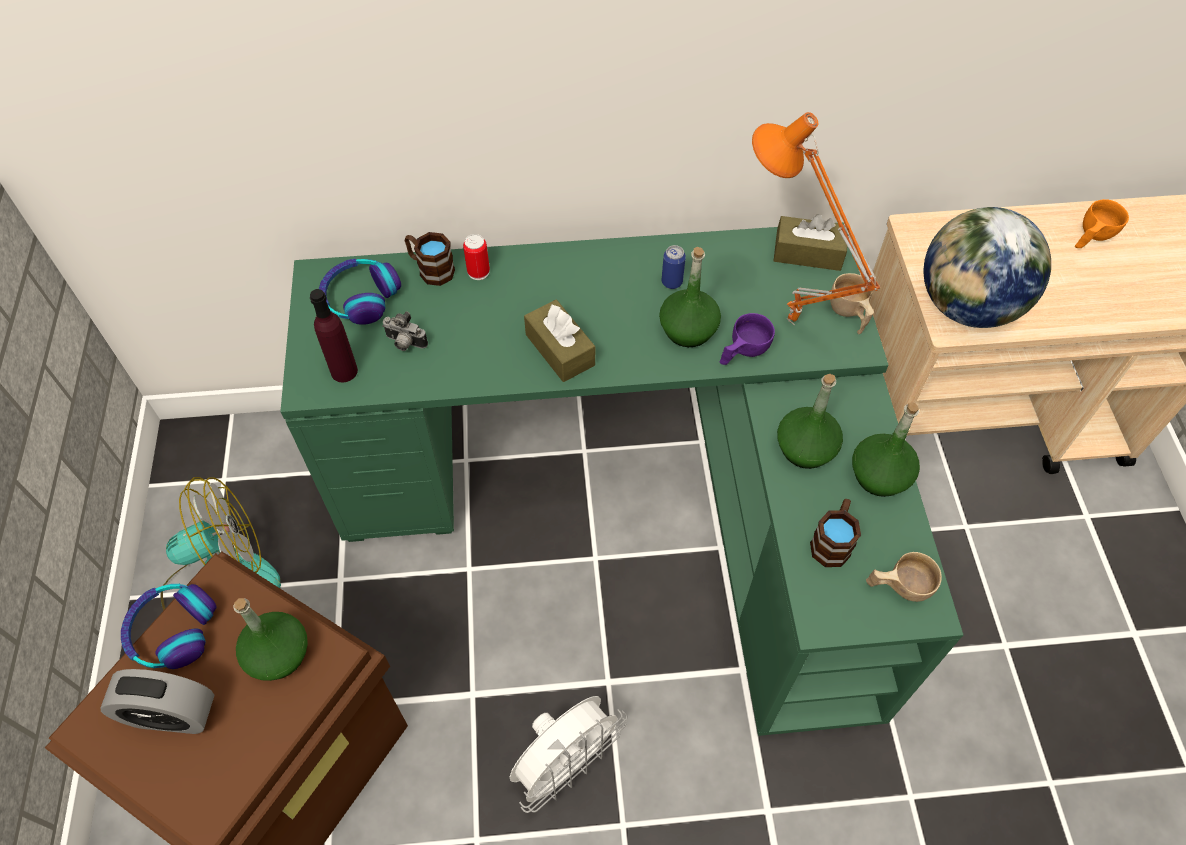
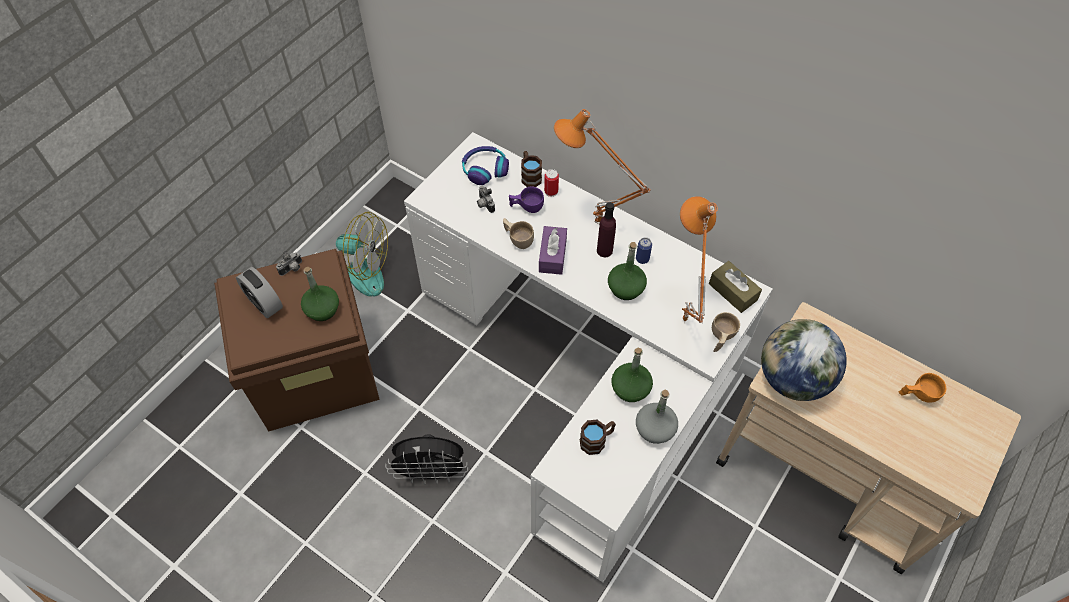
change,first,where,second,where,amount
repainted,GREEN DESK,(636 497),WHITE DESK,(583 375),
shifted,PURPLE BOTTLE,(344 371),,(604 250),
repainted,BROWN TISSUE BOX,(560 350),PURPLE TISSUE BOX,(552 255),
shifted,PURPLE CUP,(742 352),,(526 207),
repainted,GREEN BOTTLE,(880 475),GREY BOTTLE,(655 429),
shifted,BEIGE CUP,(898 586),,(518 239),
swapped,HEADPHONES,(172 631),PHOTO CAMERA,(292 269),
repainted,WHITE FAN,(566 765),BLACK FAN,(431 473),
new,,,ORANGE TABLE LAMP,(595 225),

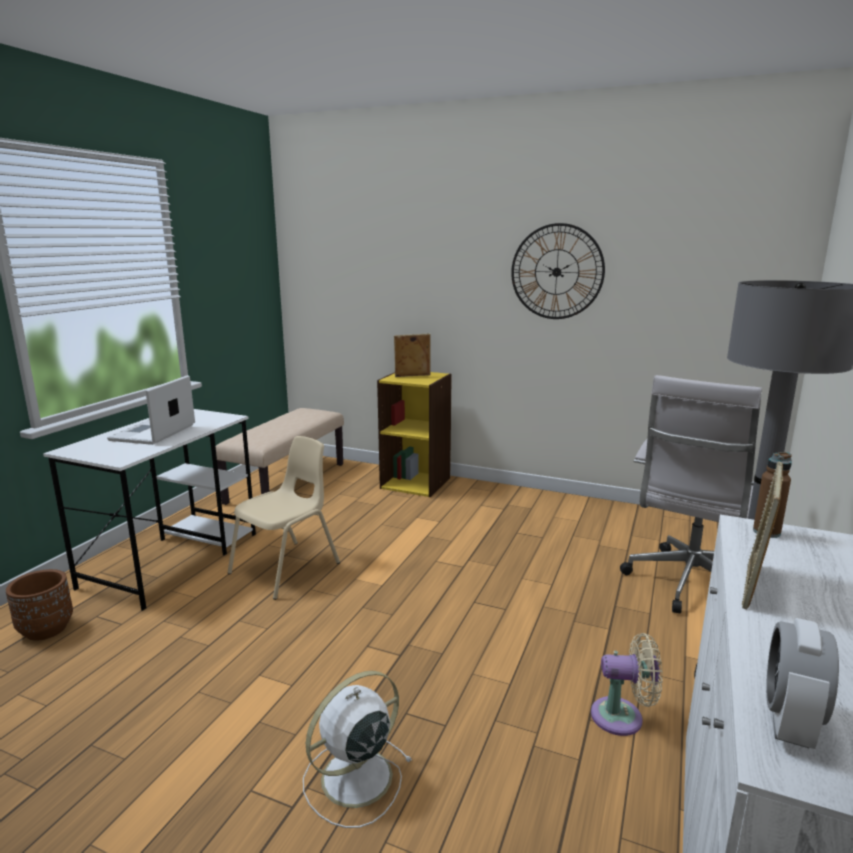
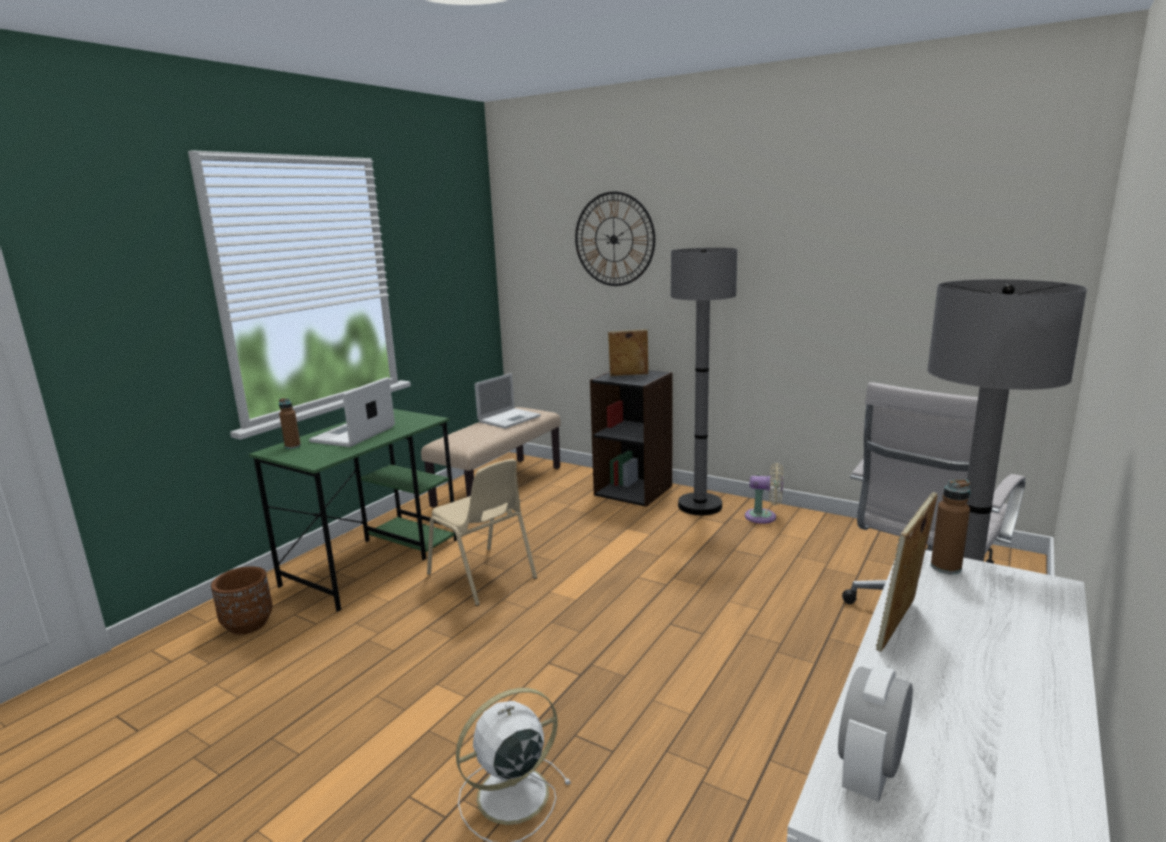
change,first,where,second,where,amount
shifted,WALL CLOCK,(556 272),,(614 239),
repainted,YELLOW BOOKCASE,(416 483),BLACK BOOKCASE,(634 490),
repainted,WHITE DESK,(173 559),GREEN DESK,(374 561),
rotated,BEIGE CHAIR,(287 568),,(483 576),90 degrees clockwise
shifted,BEIGE FAN,(622 717),,(764 517),
new,,,GREY FLOOR LAMP,(700 506),
new,,,LAPTOP,(510 418),
new,,,BROWN BOTTLE,(292 446),

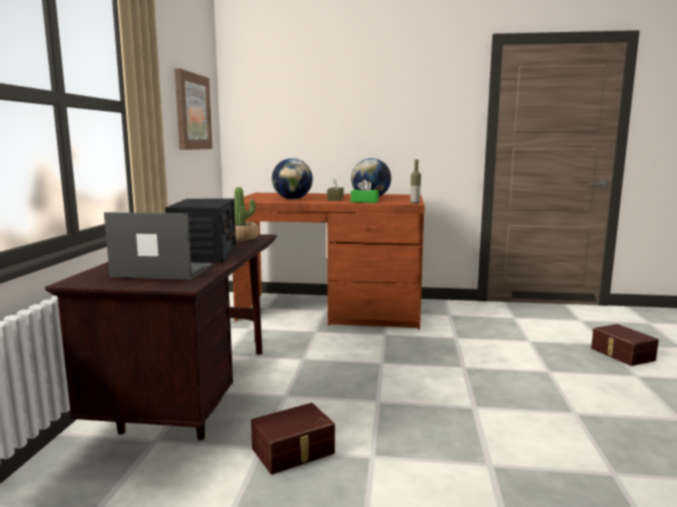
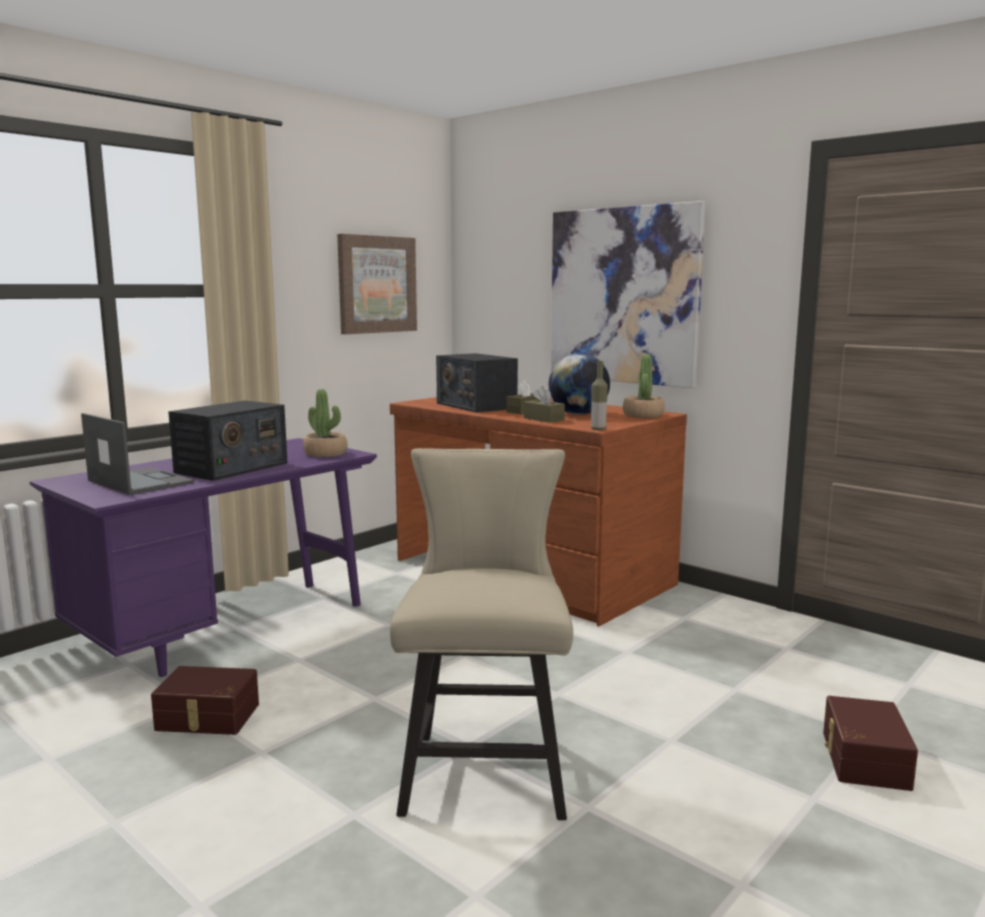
change,first,where,second,where,amount
swapped,GLOBE,(292 199),RADIO,(475 406),
repainted,GREEN TISSUE BOX,(364 201),BROWN TISSUE BOX,(543 419),
repainted,BROWN DESK,(194 394),PURPLE DESK,(227 630),
new,,,PICTURE,(623 296),
new,,,POTTED PLANT,(643 415),
new,,,BEIGE CHAIR,(485 766),

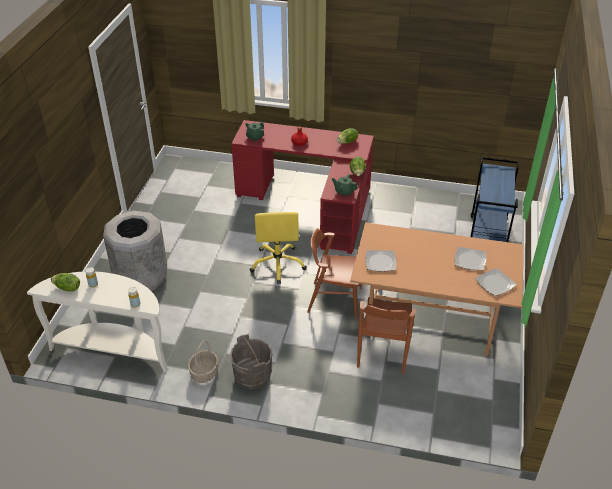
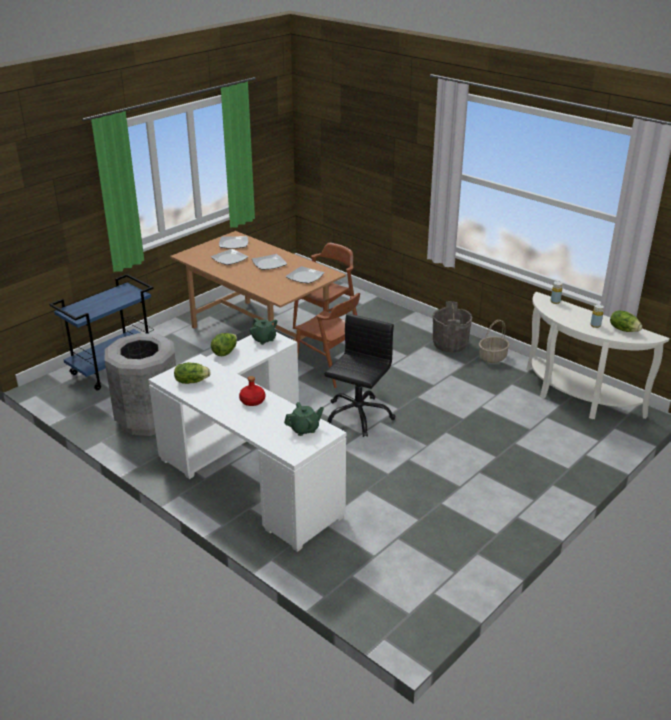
change,first,where,second,where,amount
repainted,RED DESK,(313 203),WHITE DESK,(249 469),
shifted,GREY TRASH CAN,(141 278),,(149 419),
repainted,YELLOW OFFICE CHAIR,(278 264),BLACK OFFICE CHAIR,(358 415),
new,,,PLATE,(269 264),

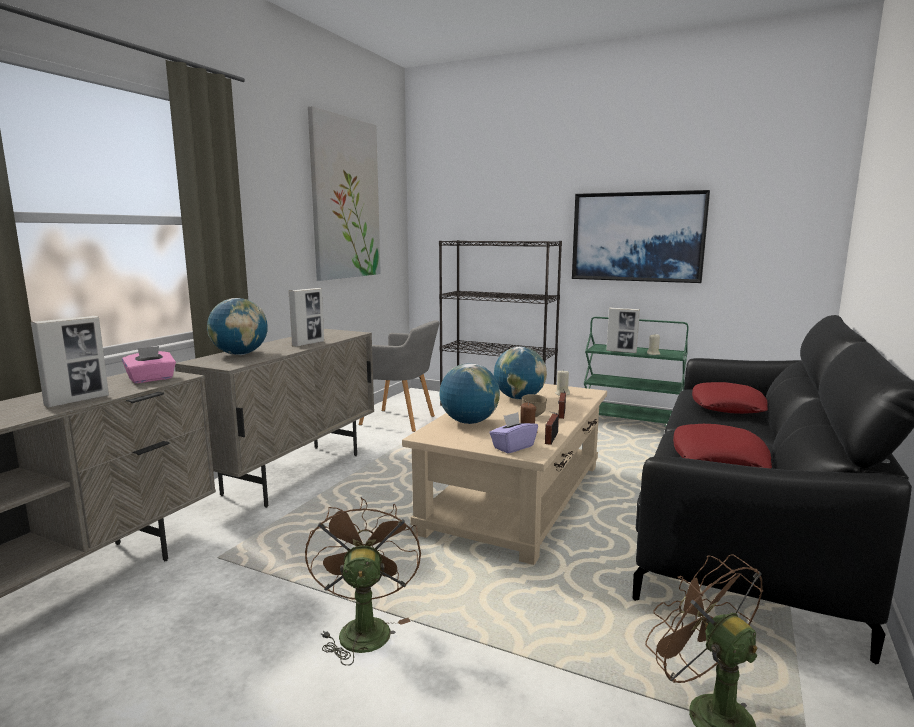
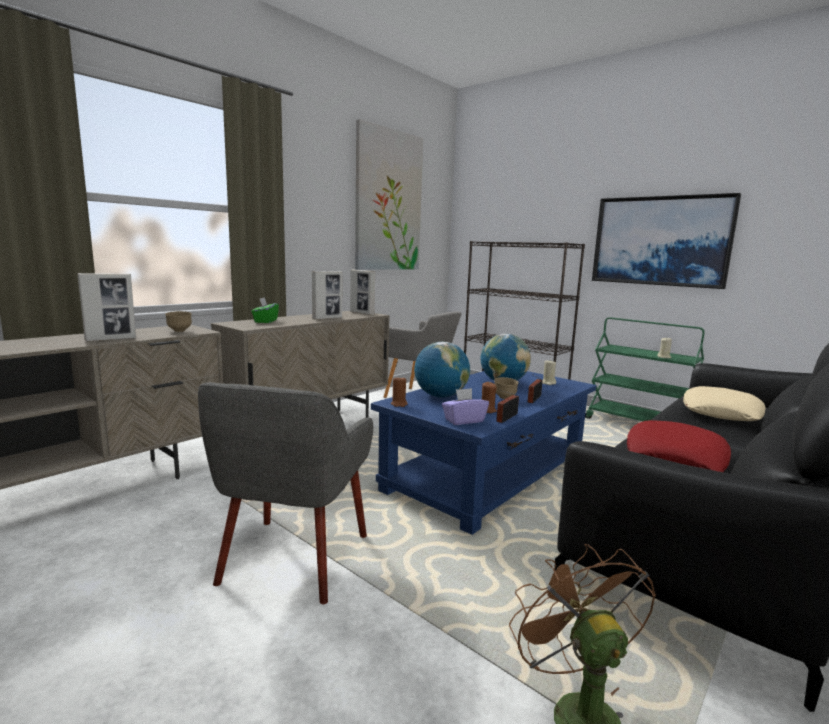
change,first,where,second,where,amount
swapped,GLOBE,(240 354),GREEN TISSUE BOX,(265 321),
shifted,PICTURE FRAME,(621 351),,(362 313),
swapped,PINK TISSUE BOX,(151 379),BROWN BOWL,(179 331),
repainted,RED PILLOW,(727 406),BEIGE PILLOW,(721 412),
repainted,BEIGE COFFEE TABLE,(515 498),BLUE COFFEE TABLE,(487 474),
swapped,BROWN FAN,(363 628),GREY ARMCHAIR,(292 559),
new,,,BROWN CANDLE,(399 404),

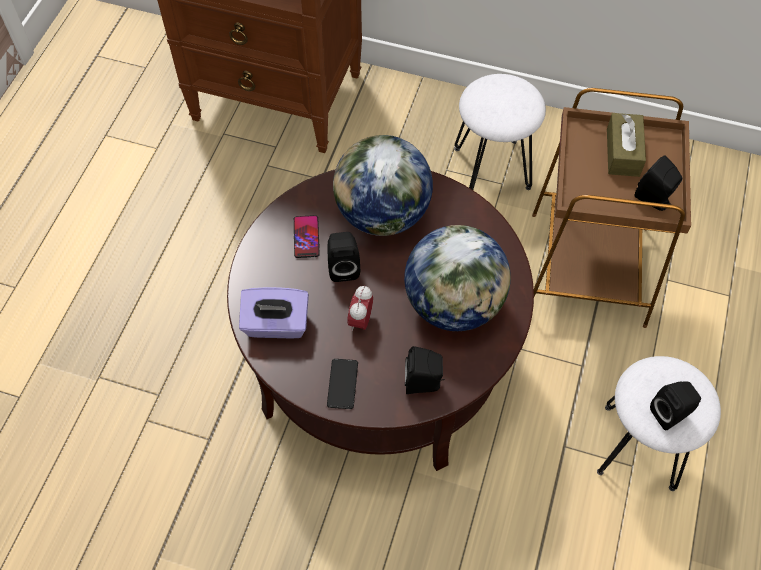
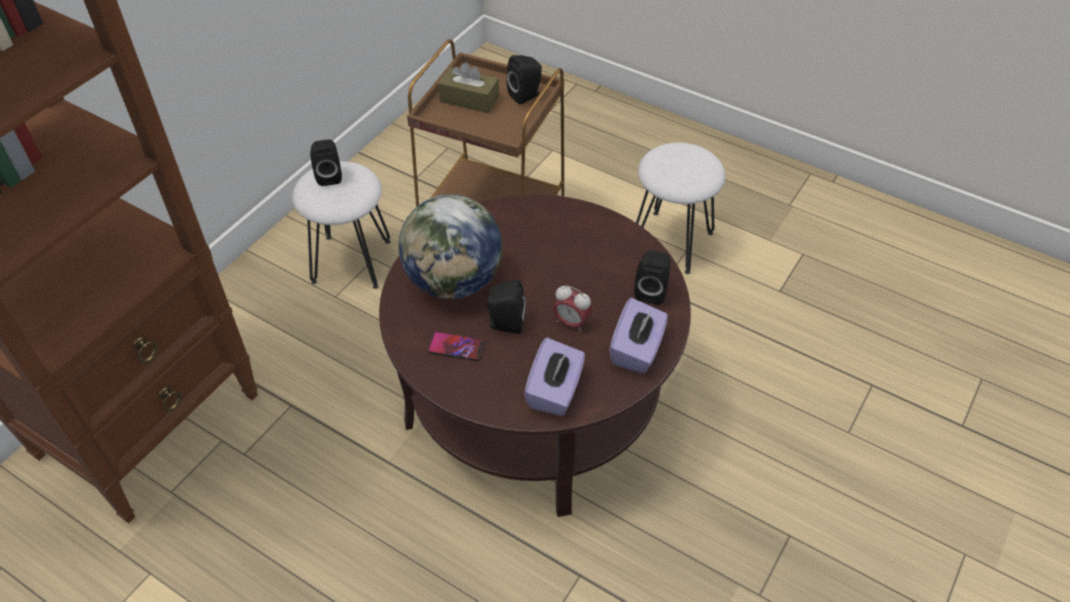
change,first,where,second,where,amount
gone,GLOBE,(454 304),,,
swapped,PHONE,(342 384),PURPLE TISSUE BOX,(637 350),
shifted,BLACK SPEAKER,(671 413),,(329 176),

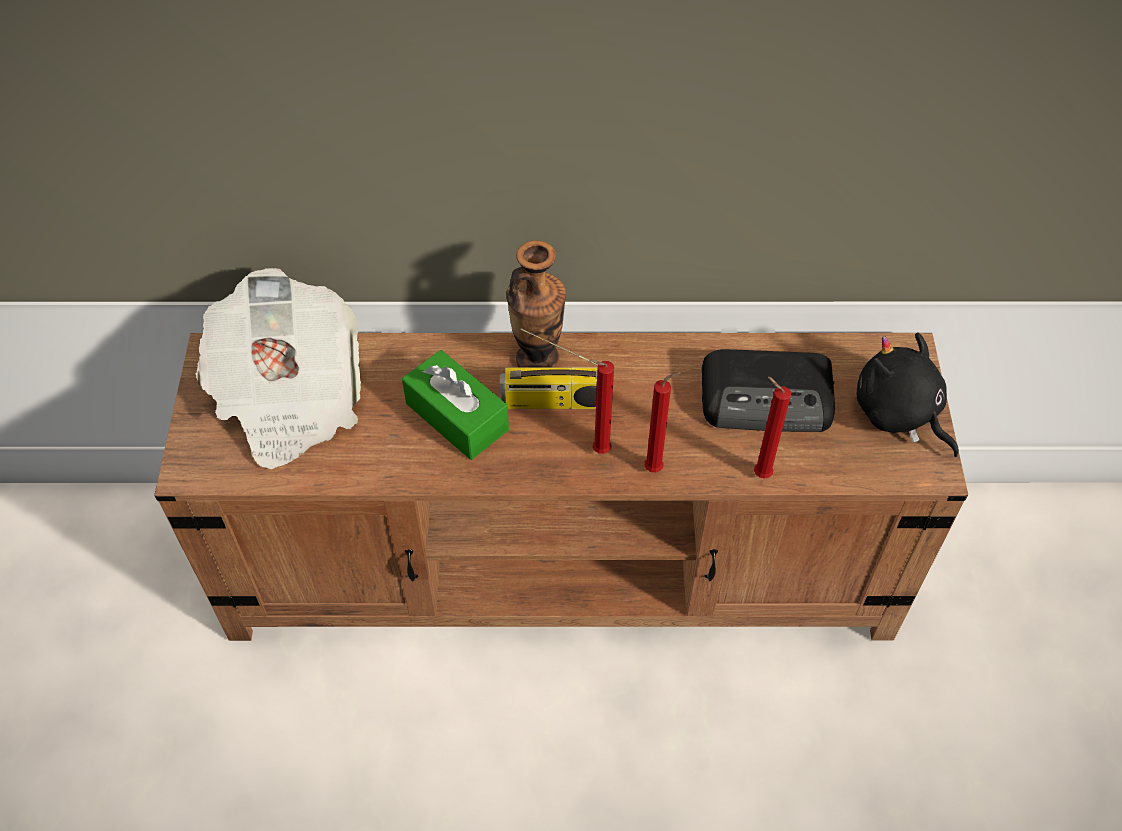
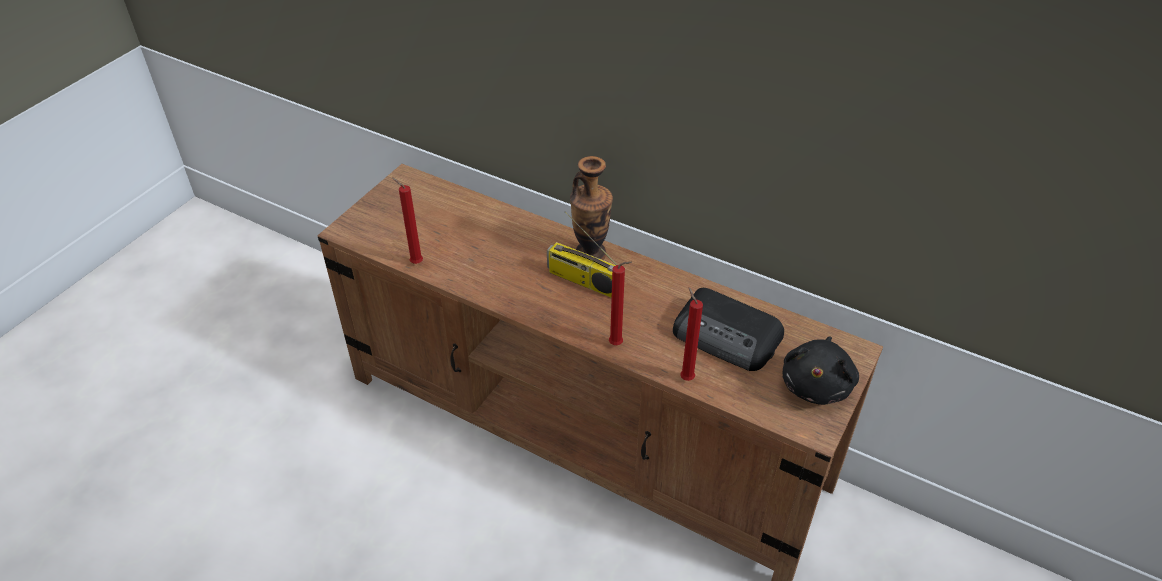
change,first,where,second,where,amount
gone,NEWSPAPER,(288 397),,,
rotated,BLACK PLUSH TOY,(899 413),,(817 384),150 degrees counterclockwise
gone,GREEN TISSUE BOX,(457 416),,,
shifted,RED CANDLE,(598 450),,(414 262),

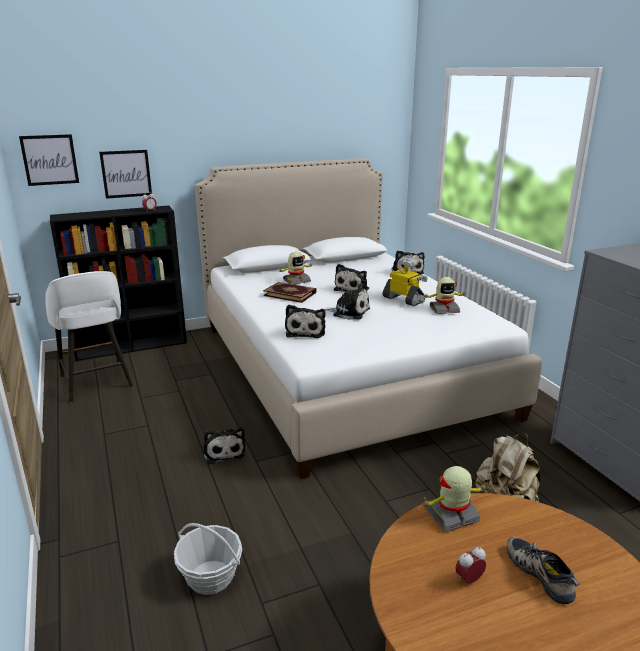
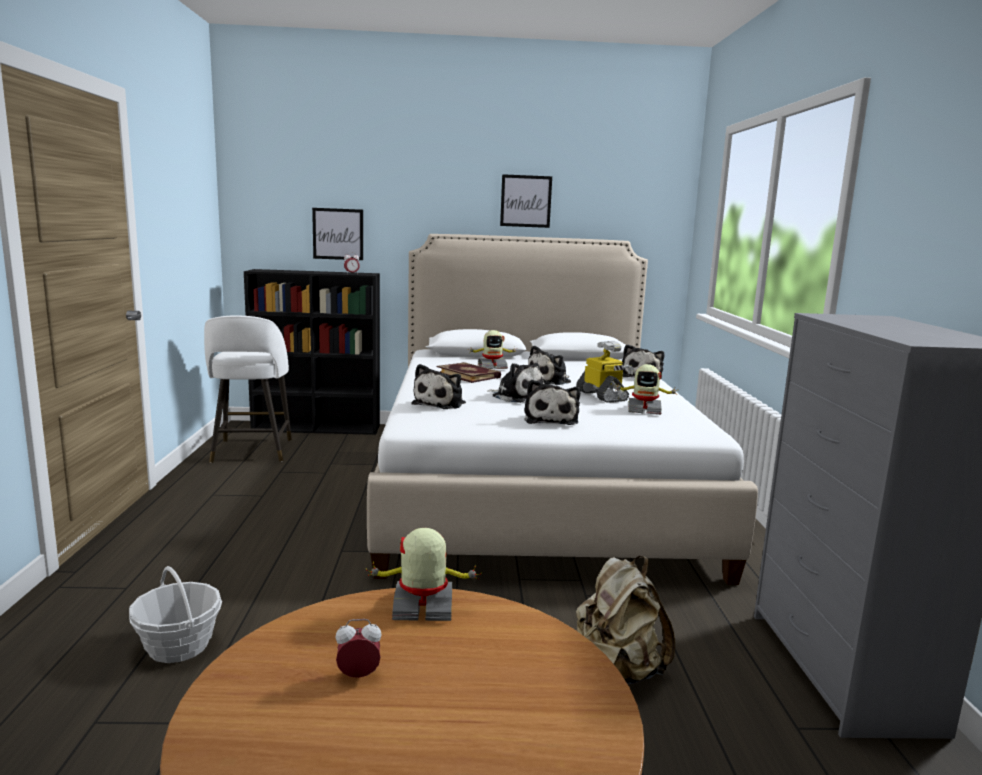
change,first,where,second,where,amount
shifted,PICTURE,(50 160),,(526 201),
shifted,PLUSH TOY,(224 451),,(551 419),
gone,SHOE,(541 573),,,

